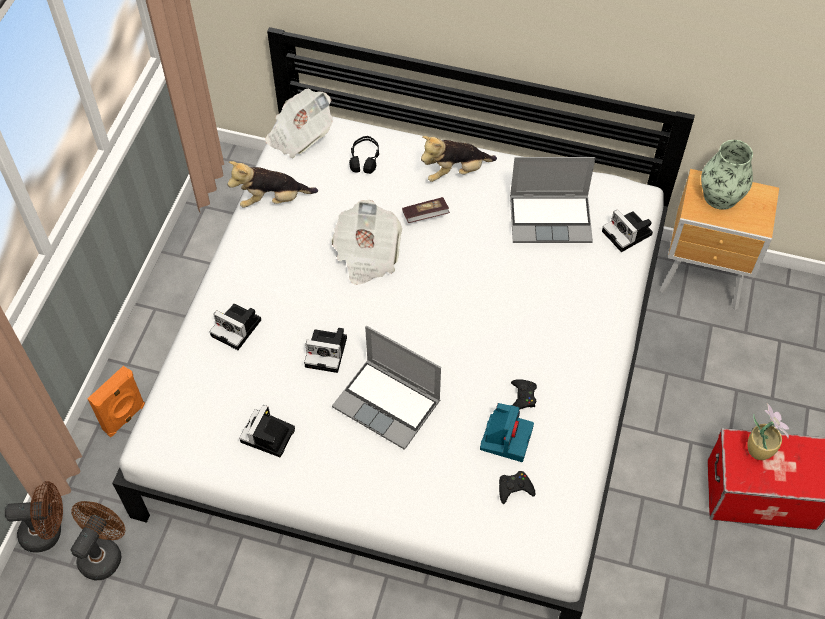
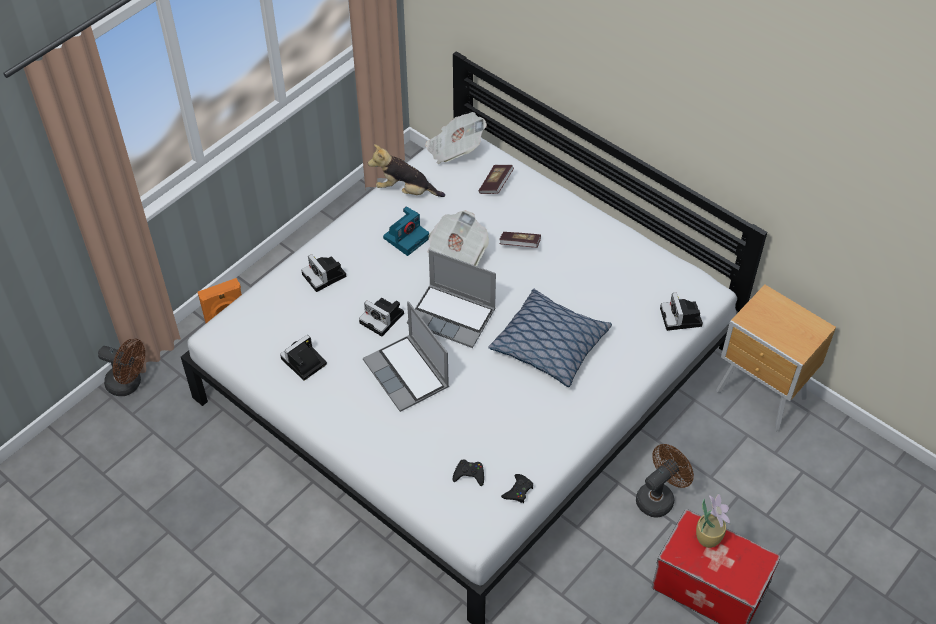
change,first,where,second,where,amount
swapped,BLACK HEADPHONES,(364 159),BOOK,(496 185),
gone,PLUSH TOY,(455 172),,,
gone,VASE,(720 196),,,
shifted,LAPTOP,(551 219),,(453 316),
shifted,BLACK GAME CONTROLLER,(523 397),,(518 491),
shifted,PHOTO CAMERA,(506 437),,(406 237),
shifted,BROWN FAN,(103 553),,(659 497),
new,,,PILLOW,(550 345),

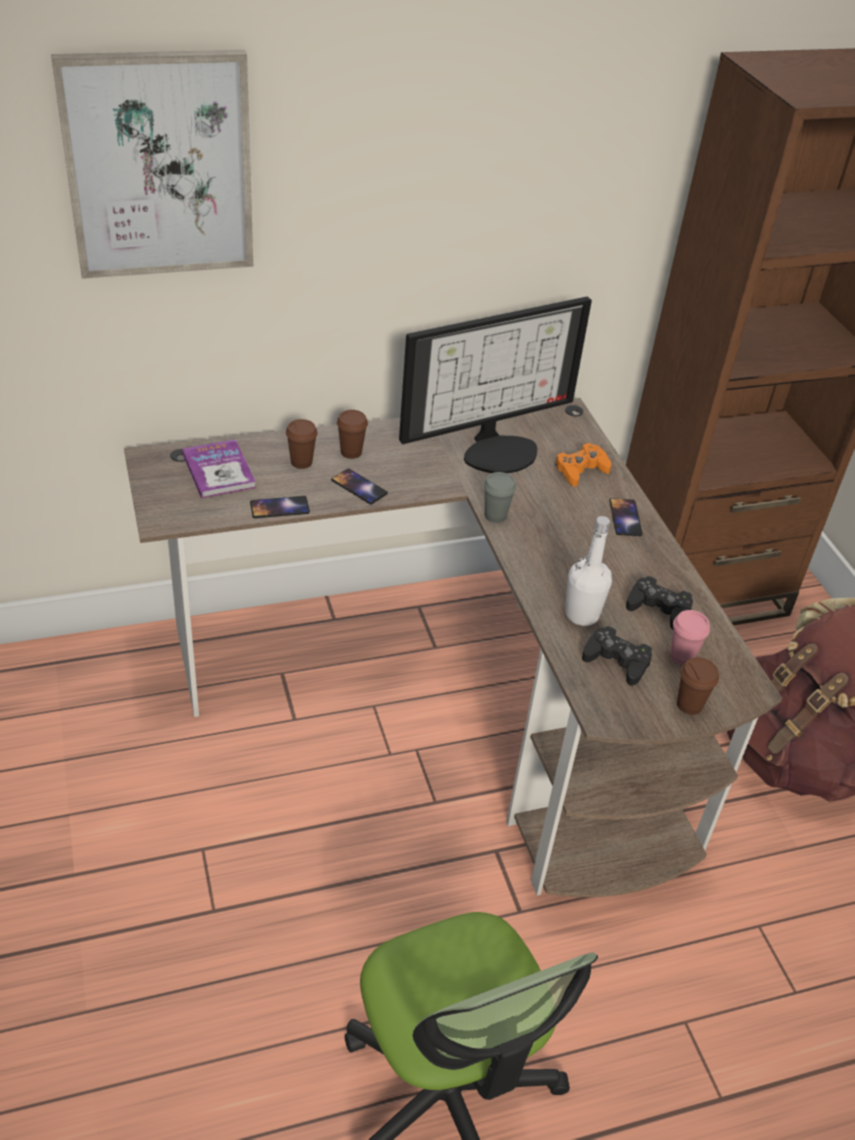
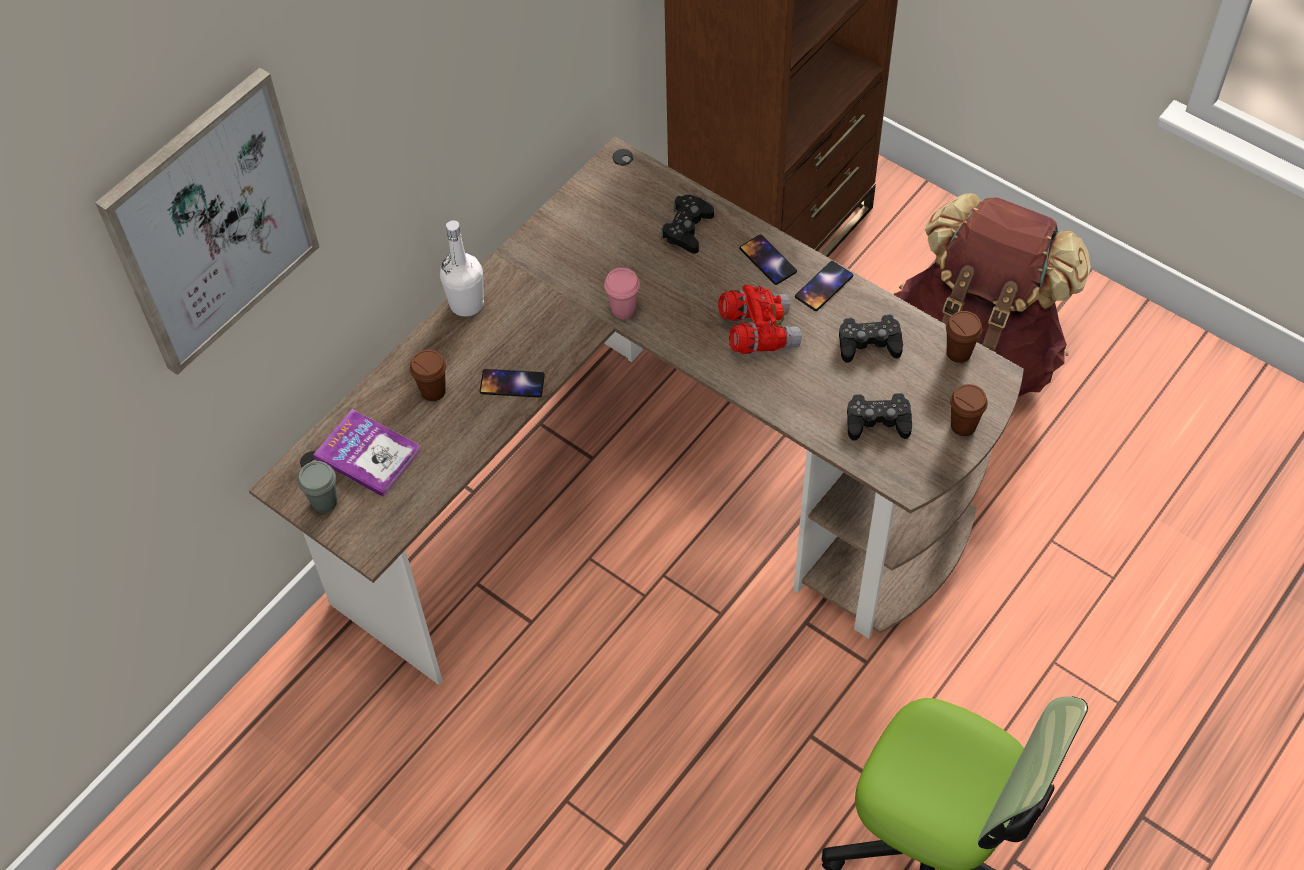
change,first,where,second,where,amount
gone,MONITOR,(497 449),,,
shifted,BROWN CUP,(351 452),,(958 353),
repainted,ORANGE GAME CONTROLLER,(580 470),BLACK GAME CONTROLLER,(687 229),
shifted,GREY CUP,(495 516),,(324 502),
shifted,PHONE,(279 508),,(824 286),
shifted,WHITE BOTTLE,(581 614),,(466 303),
shifted,PINK CUP,(681 656),,(623 309),
new,,,RED BINOCULARS,(758 332),

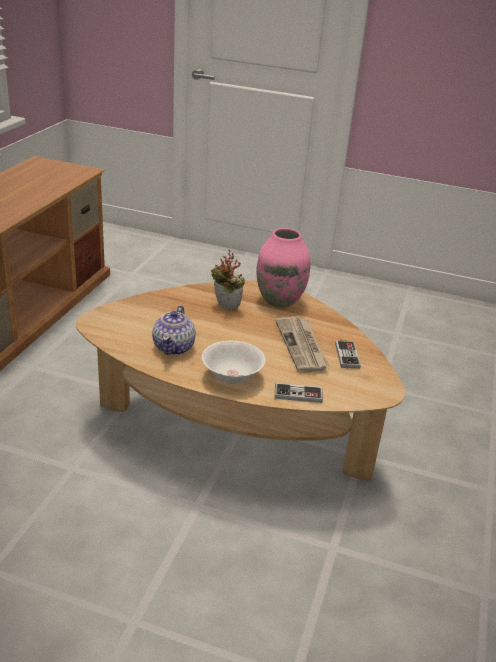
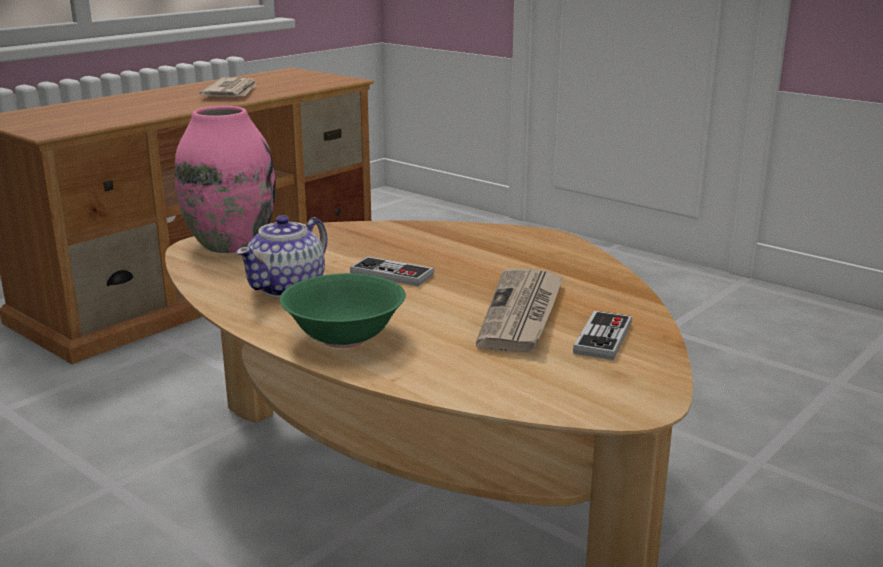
change,first,where,second,where,amount
shifted,PINK VASE,(279 300),,(230 244),
gone,POTTED PLANT,(225 307),,,
repainted,WHITE BOWL,(232 377),GREEN BOWL,(344 338),
shifted,GAME CONTROLLER,(298 394),,(392 274),
new,,,NEWSPAPER,(232 92),

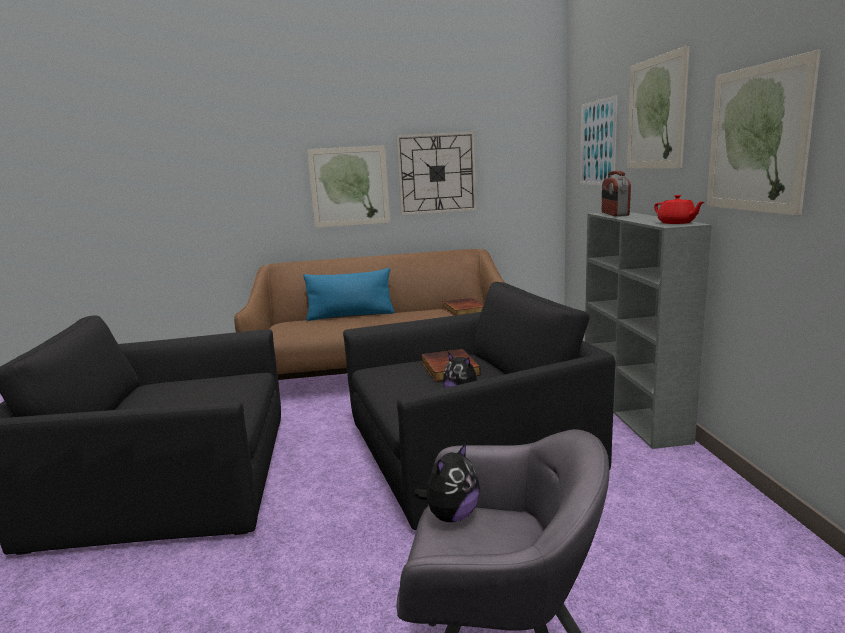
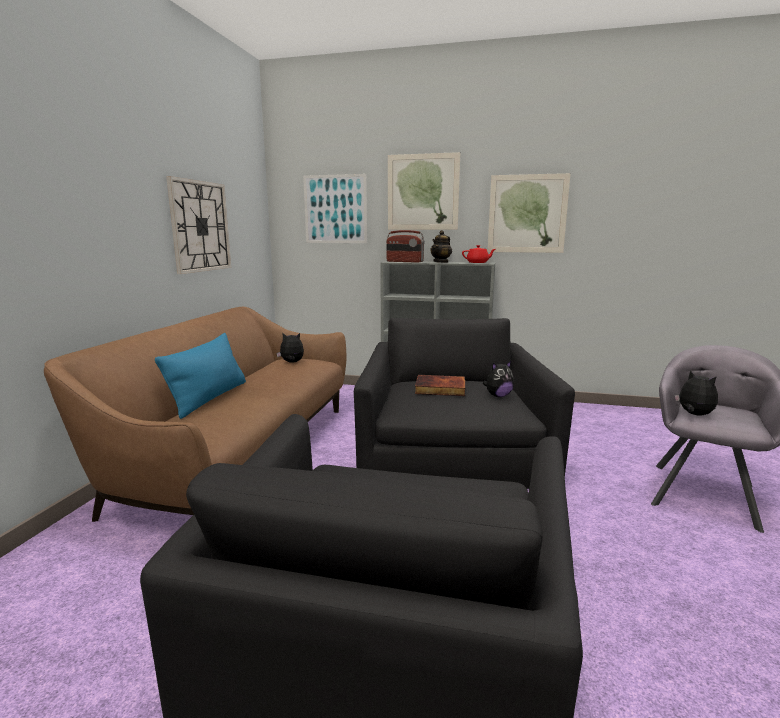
change,first,where,second,where,amount
gone,PICTURE,(349 186),,,
swapped,BOOK,(463 310),PLUSH TOY,(292 362),
new,,,TEAPOT,(441 262),

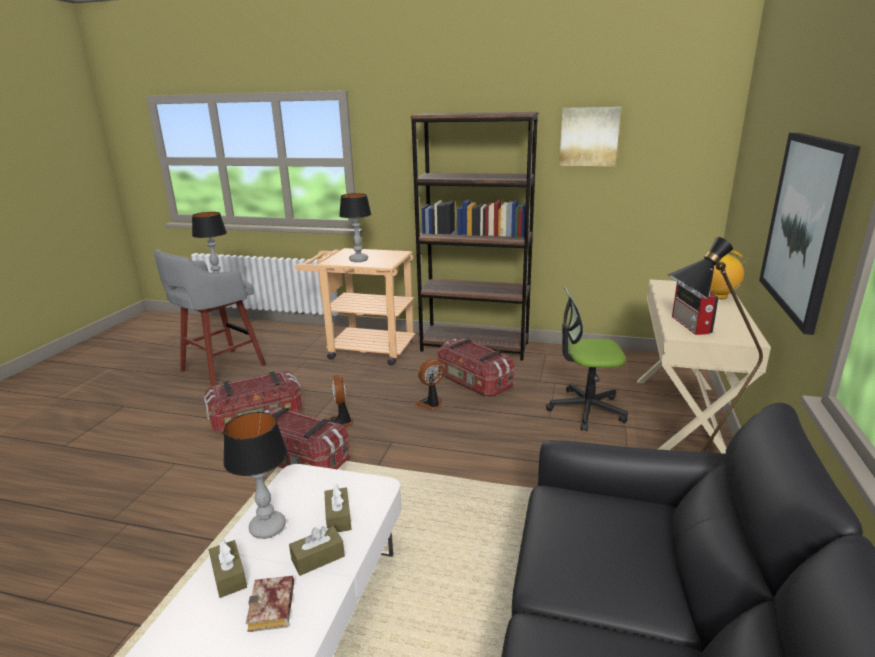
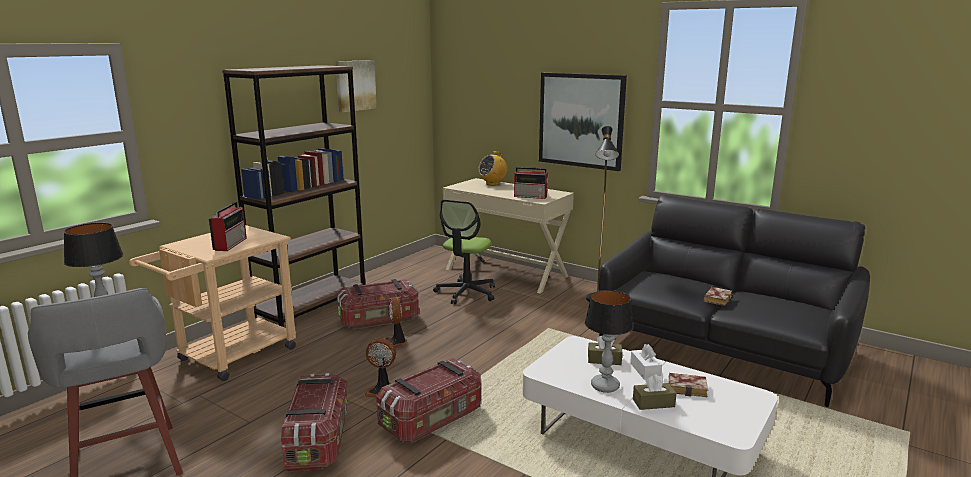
change,first,where,second,where,amount
swapped,TABLE LAMP,(359 260),RADIO,(231 244),
repainted,BROWN TISSUE BOX,(318 558),WHITE TISSUE BOX,(645 370),
new,,,BOOK,(716 299),

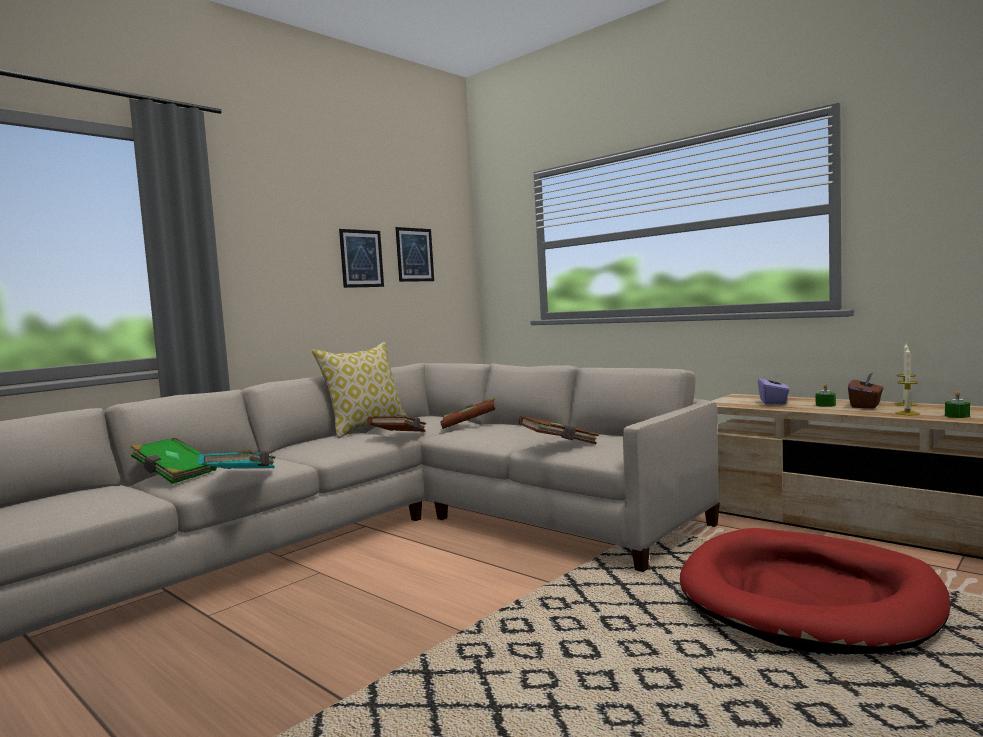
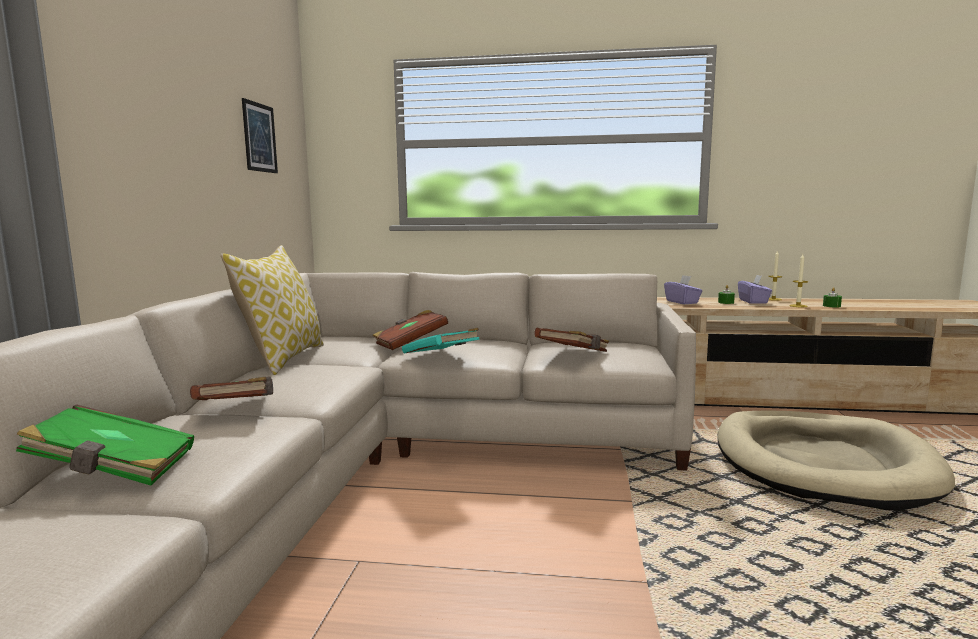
change,first,where,second,where,amount
gone,PICTURE,(361 258),,,
repainted,BROWN TISSUE BOX,(866 406),PURPLE TISSUE BOX,(753 301),
shifted,BROWN BOOK,(400 437),,(237 410),
shifted,TURQUOISE BOOK,(242 477),,(441 357),
repainted,RED DOG BED,(807 598),BEIGE DOG BED,(821 464),

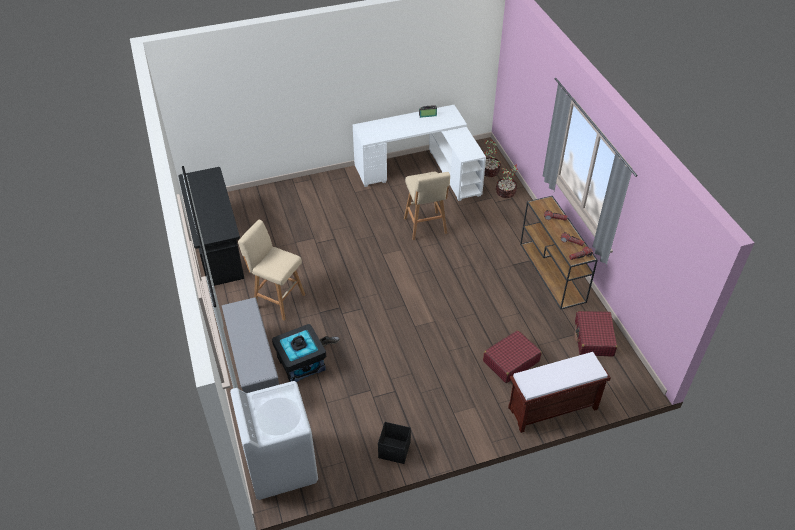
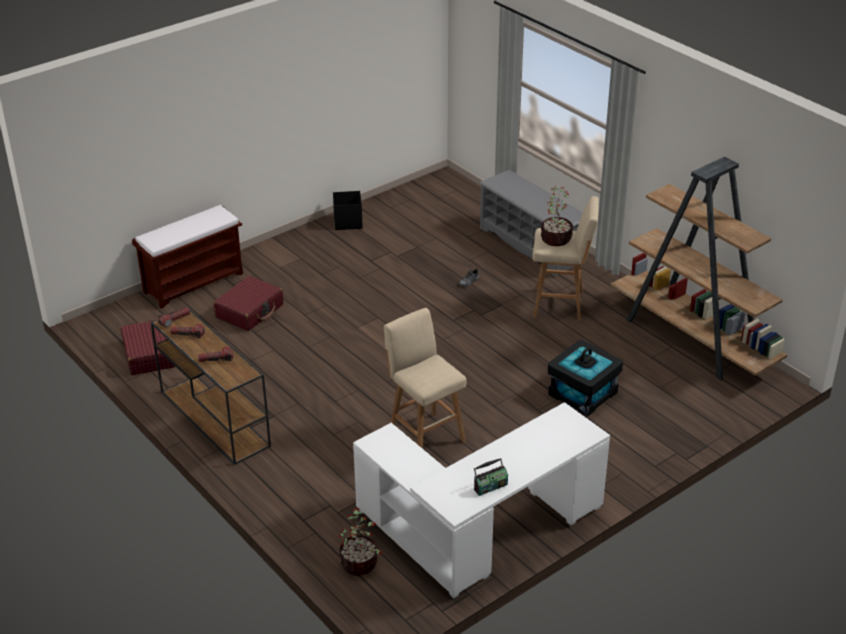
change,first,where,second,where,amount
shifted,POTTED PLANT,(505 193),,(555 238),
swapped,BLACK DESK,(217 247),BROWN BOOKCASE,(693 340),
shifted,BLACK STORAGE BOX,(301 363),,(583 394),
gone,WHITE WASHING MACHINE,(280 465),,,

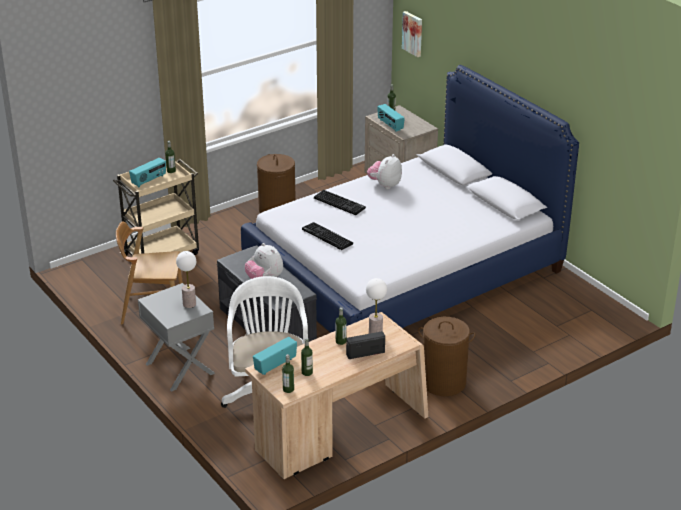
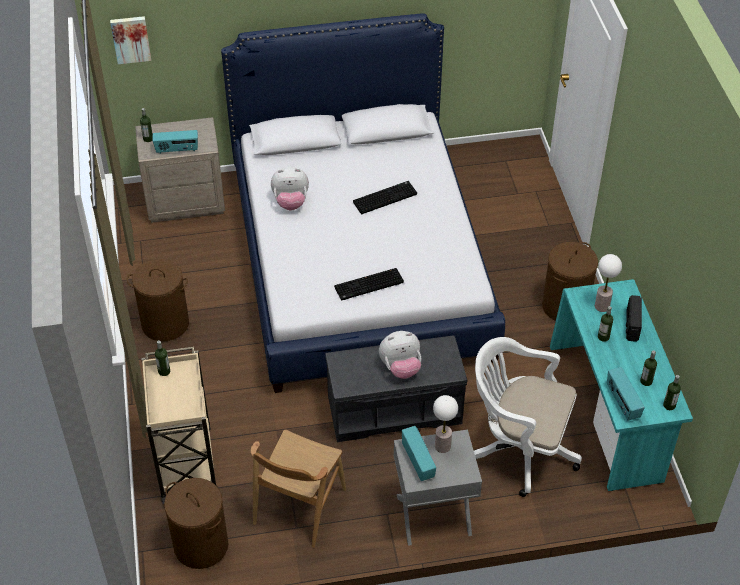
change,first,where,second,where,amount
rotated,PLUSH TOY,(385 185),,(290 202),60 degrees counterclockwise
shifted,RADIO,(149 180),,(418 461),
shifted,KEYBOARD,(340 203),,(385 197),
repainted,BEIGE DESK,(339 433),TURQUOISE DESK,(608 413),
new,,,BROWN LAUNDRY BASKET,(200 545),

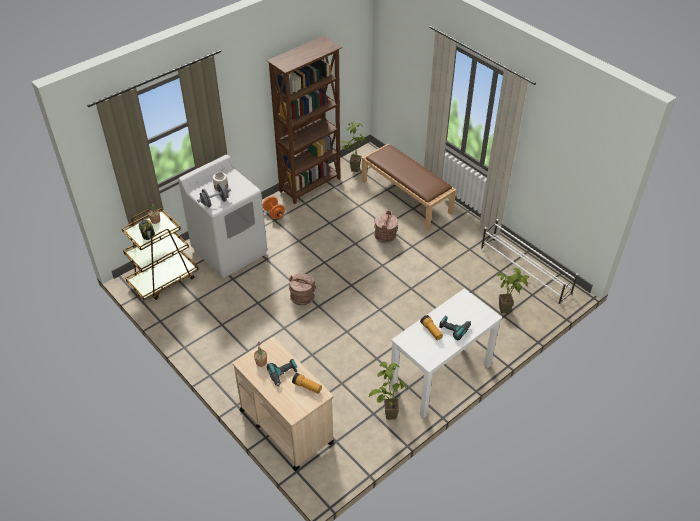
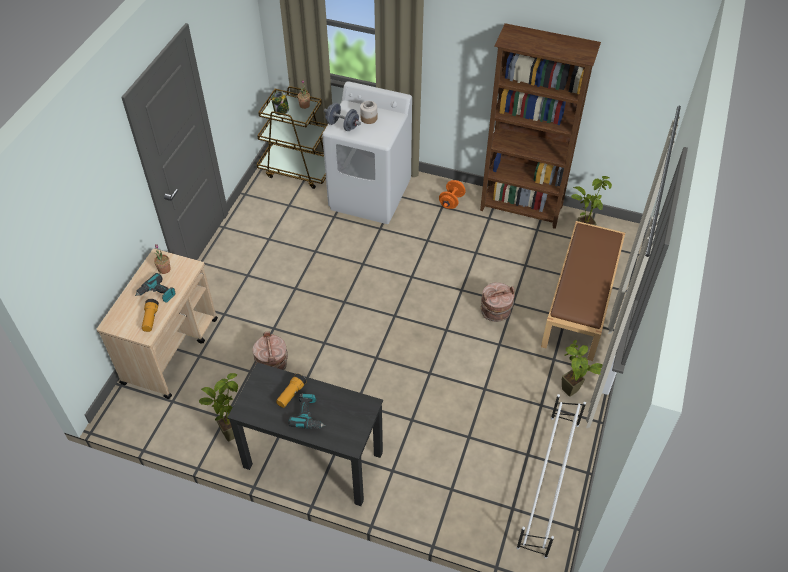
change,first,where,second,where,amount
shifted,POTTED PLANT,(508 310),,(572 395),
shifted,BROWN BUCKET,(302 297),,(272 365),
repainted,WHITE DESK,(440 376),BLACK DESK,(312 459),

